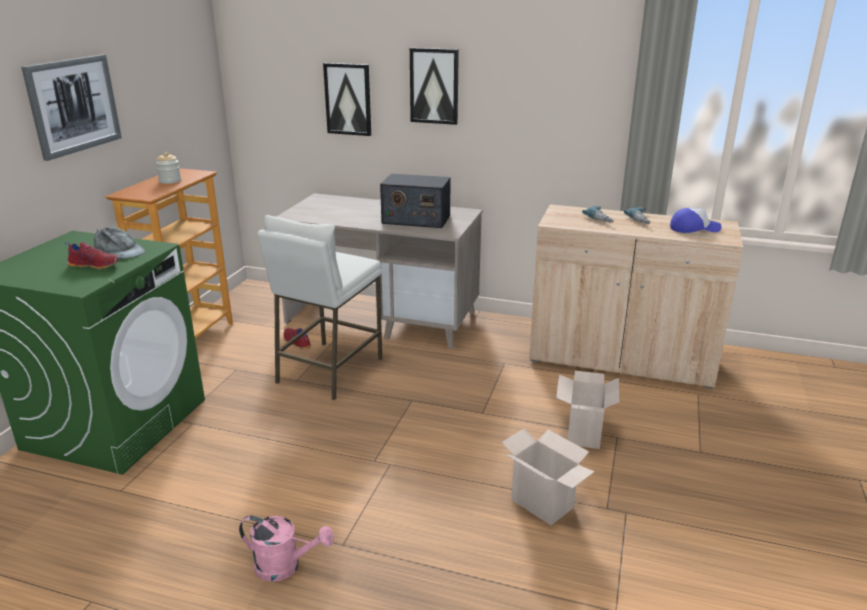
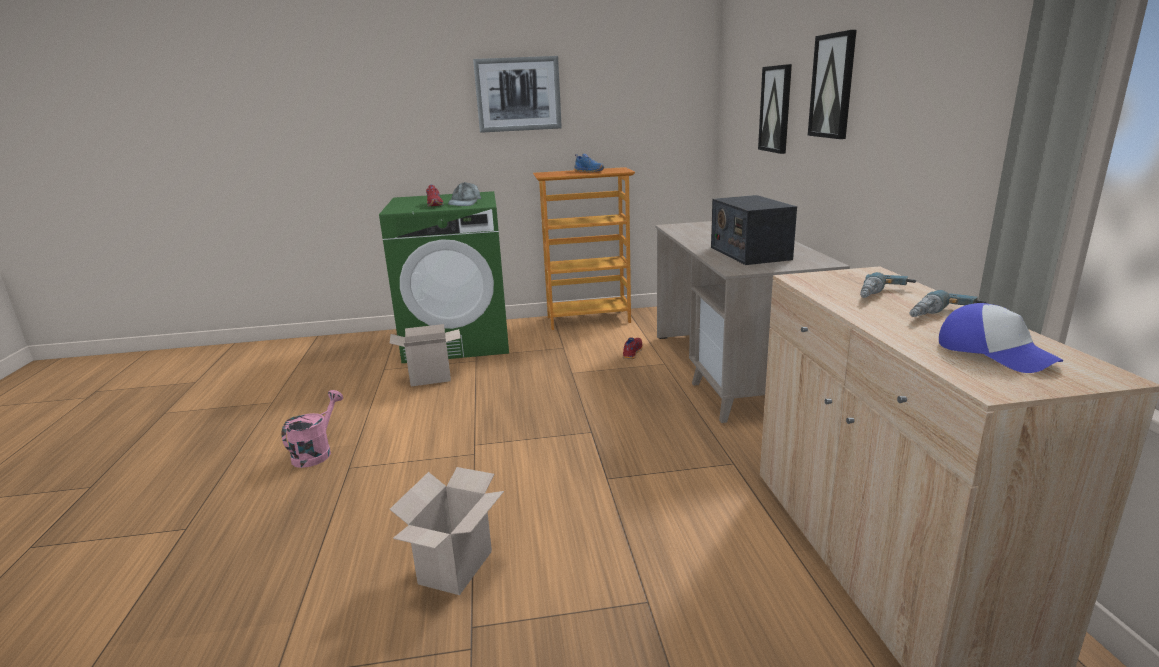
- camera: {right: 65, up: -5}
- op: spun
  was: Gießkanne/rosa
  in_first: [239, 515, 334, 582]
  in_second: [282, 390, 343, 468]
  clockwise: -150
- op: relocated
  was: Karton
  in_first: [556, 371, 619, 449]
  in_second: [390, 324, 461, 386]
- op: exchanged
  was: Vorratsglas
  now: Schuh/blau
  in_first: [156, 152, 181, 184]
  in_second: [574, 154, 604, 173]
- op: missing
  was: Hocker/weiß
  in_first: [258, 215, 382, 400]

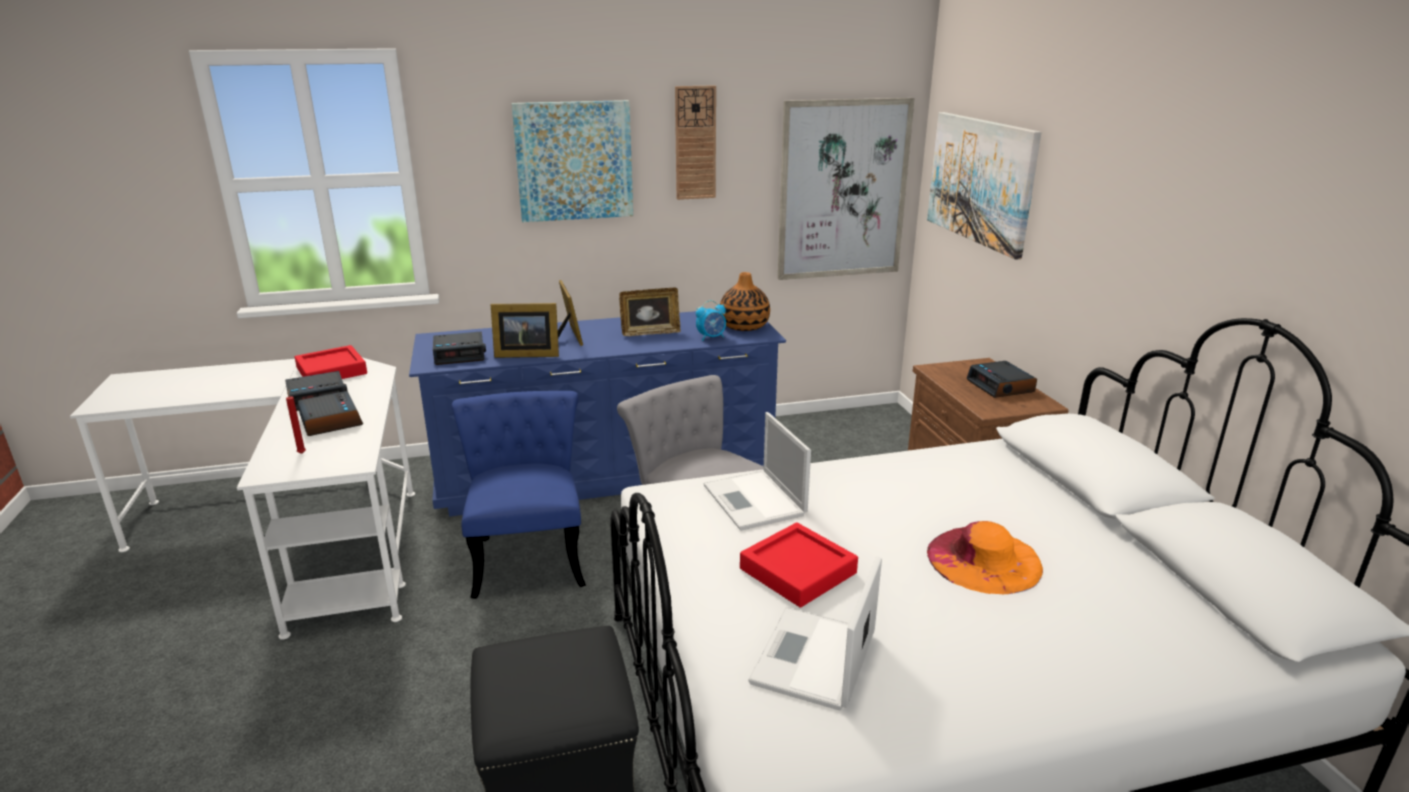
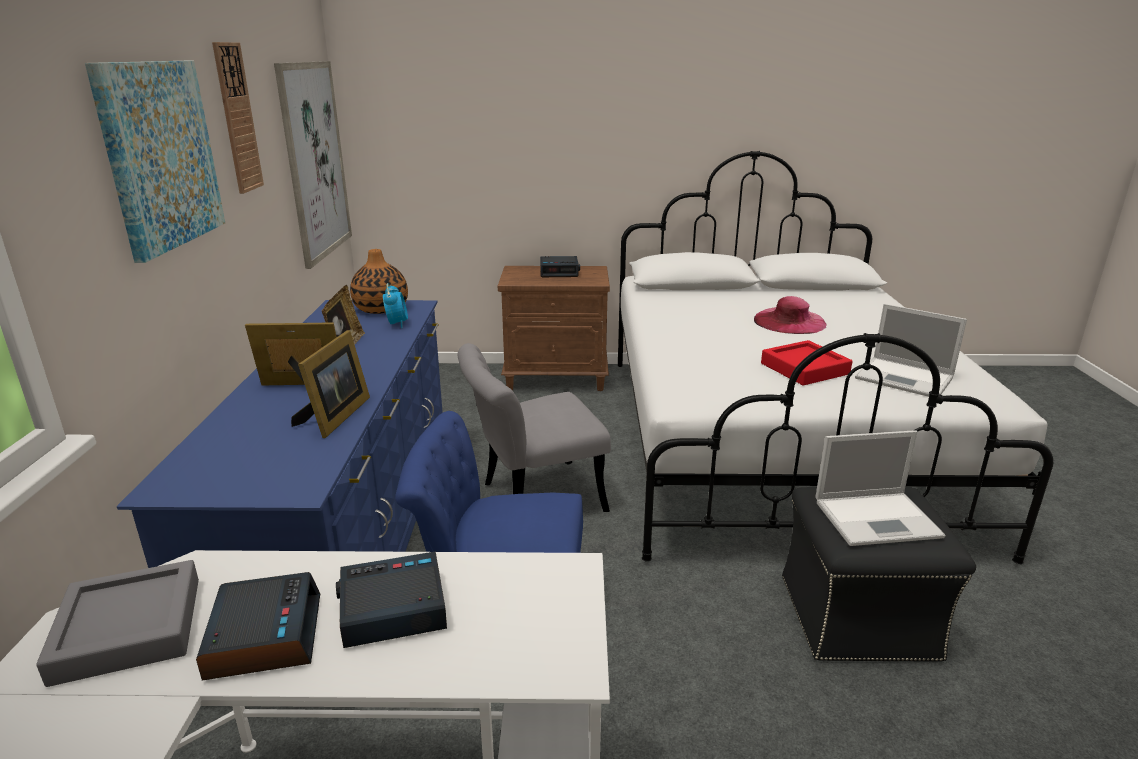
- camera: {right: -75, up: 0}
- op: colour
  was: Tablett/rot
  now: Tablett/grau
  in_first: [295, 345, 367, 379]
  in_second: [36, 560, 199, 687]
- op: colour
  was: Hut/orange
  now: Hut/rosa
  in_first: [927, 521, 1043, 594]
  in_second: [754, 296, 827, 334]
- op: relocated
  was: Laptop
  in_first: [704, 412, 811, 531]
  in_second: [815, 430, 946, 546]
- op: missing
  was: Kerze/rot
  in_first: [286, 389, 306, 454]
- op: missing
  was: Wecker
  in_first: [433, 331, 486, 365]
- op: missing
  was: Bild
  in_first: [927, 112, 1041, 260]

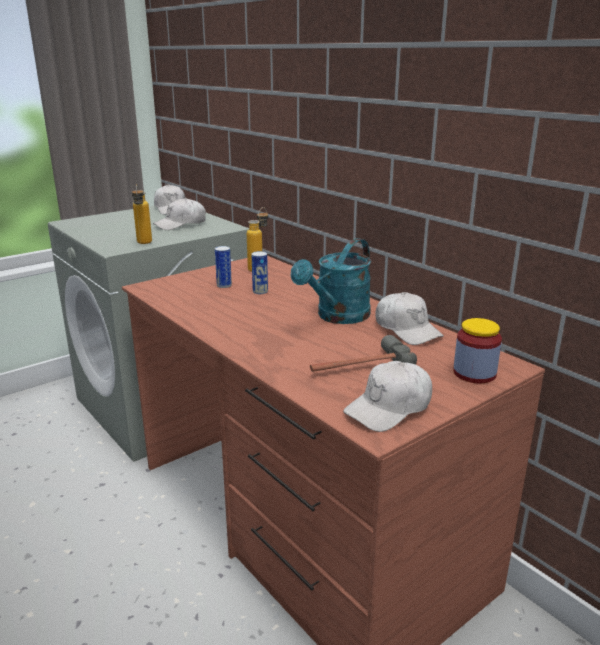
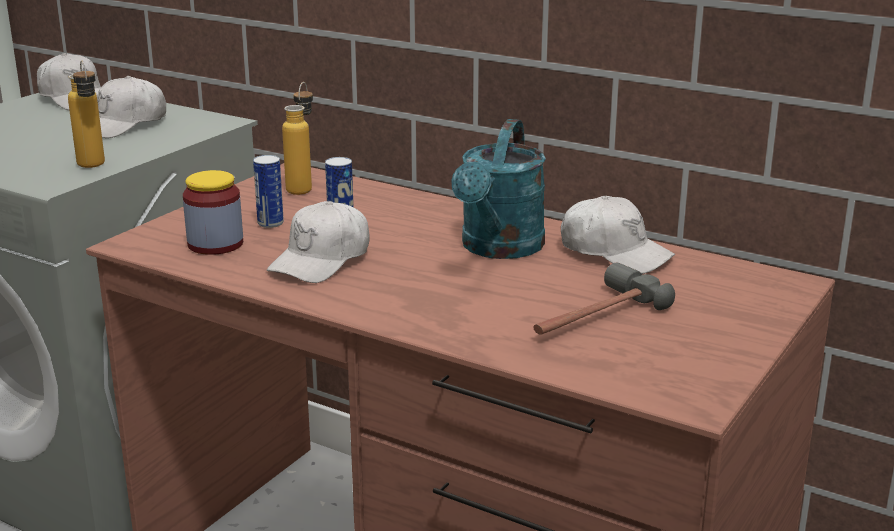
- camera: {right: -20, up: 0}
- op: relocated
  was: Vorratsglas
  in_first: [453, 318, 502, 384]
  in_second: [183, 170, 243, 255]
- op: relocated
  was: Kappe/weiß
  in_first: [343, 361, 432, 432]
  in_second: [267, 201, 370, 283]

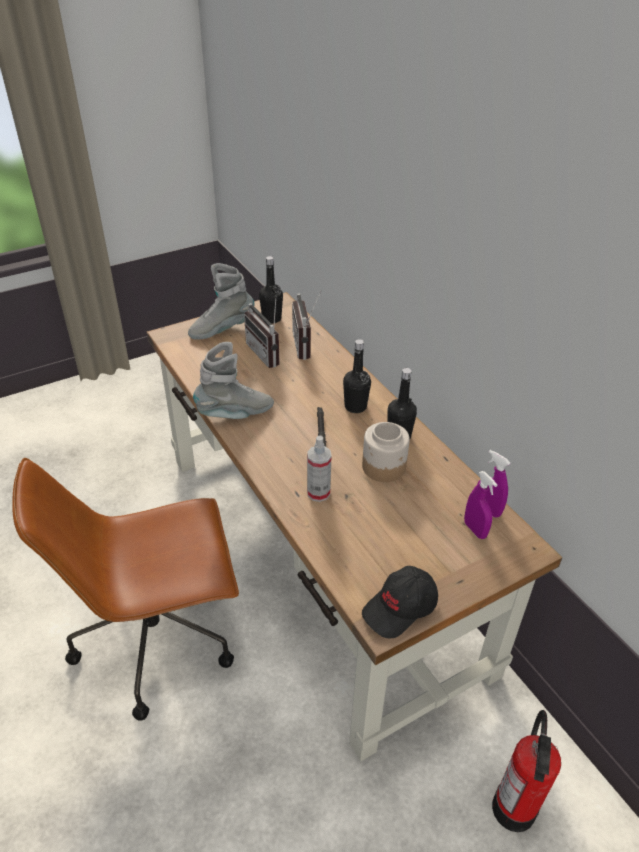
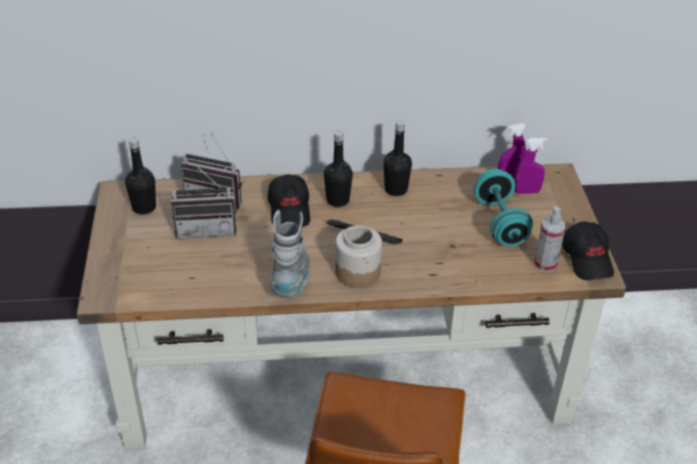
- camera: {right: -65, up: 0}
- op: appeared
  now: Kappe/schwarz
  in_second: [267, 174, 310, 227]
- op: relocated
  was: Vorratsglas
  in_first: [362, 422, 410, 482]
  in_second: [335, 226, 382, 288]
- op: appeared
  now: Hantel/türkis
  in_second: [474, 169, 533, 247]
- op: relocated
  was: Sprühflasche
  in_first: [307, 435, 332, 502]
  in_second: [534, 206, 566, 272]
- op: missing
  was: Stiefel/grau
  in_first: [188, 263, 254, 340]
- op: missing
  was: Feuerlöscher
  in_first: [492, 710, 561, 832]

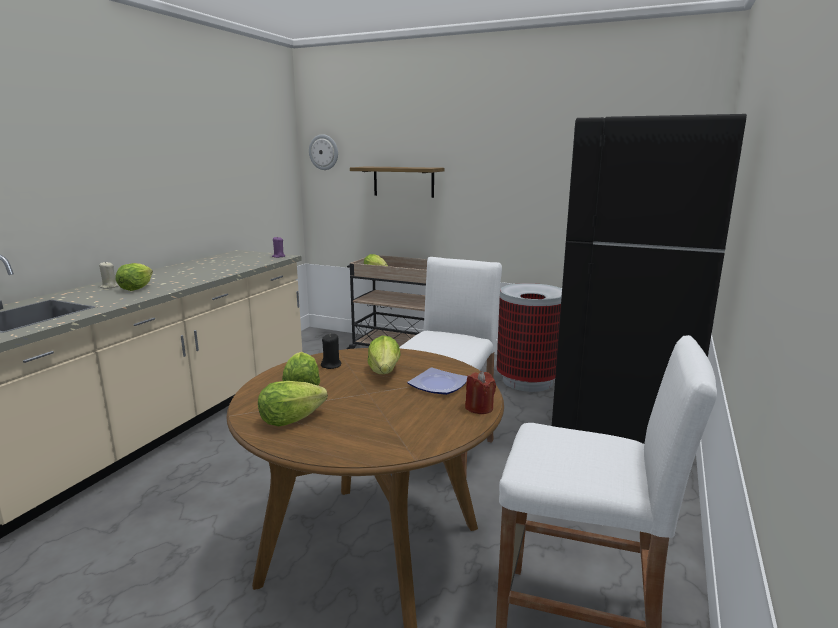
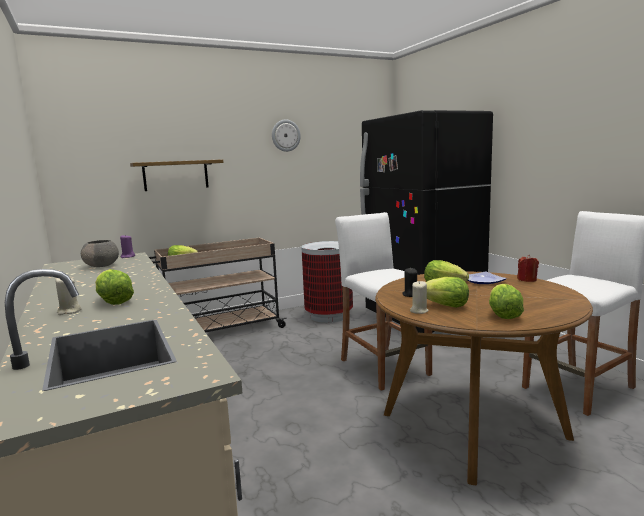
- camera: {right: -50, up: -5}
- op: appeared
  now: Schüssel/grau
  in_second: [81, 240, 119, 267]
- op: relocated
  was: Wanduhr
  in_first: [309, 134, 338, 170]
  in_second: [272, 119, 301, 152]
- op: appeared
  now: Kerze/beige
  in_second: [410, 281, 429, 314]

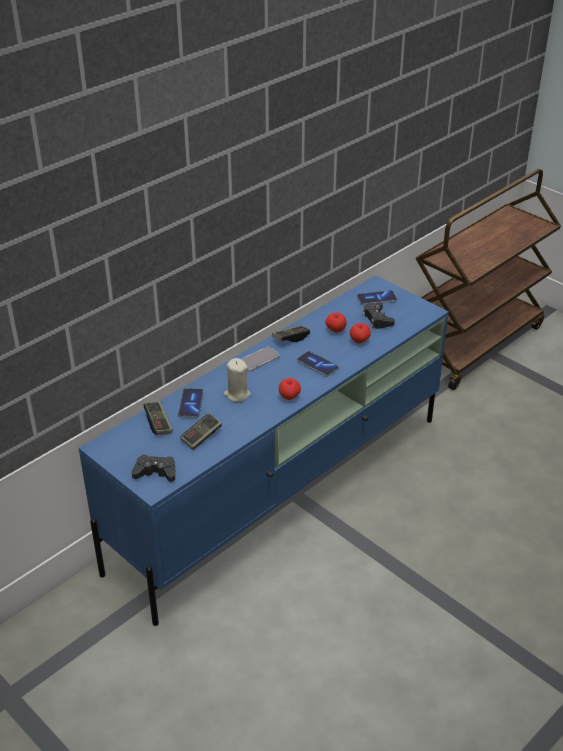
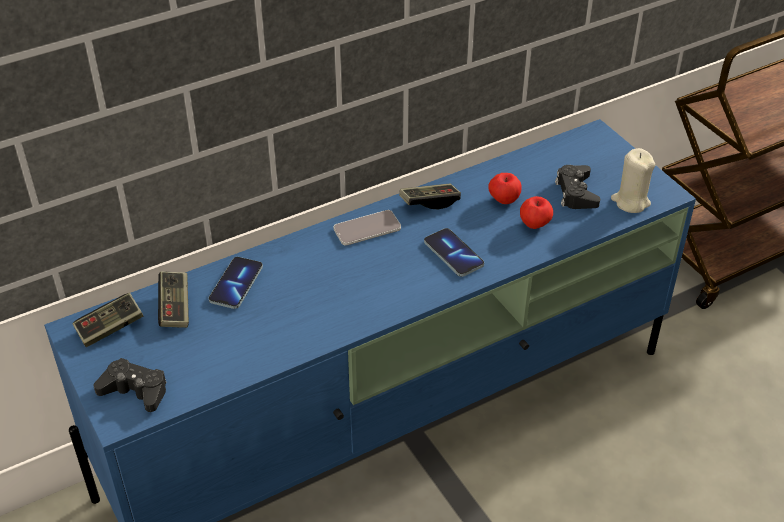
- camera: {right: 15, up: 5}
- op: relocated
  was: Gamepad
  in_first: [180, 413, 222, 450]
  in_second: [73, 293, 143, 347]
- op: relocated
  was: Kerze/beige
  in_first: [224, 358, 251, 402]
  in_second: [611, 148, 655, 213]
- op: missing
  was: Apfel
  in_first: [279, 378, 301, 400]
- op: missing
  was: Handy
  in_first: [357, 290, 397, 305]

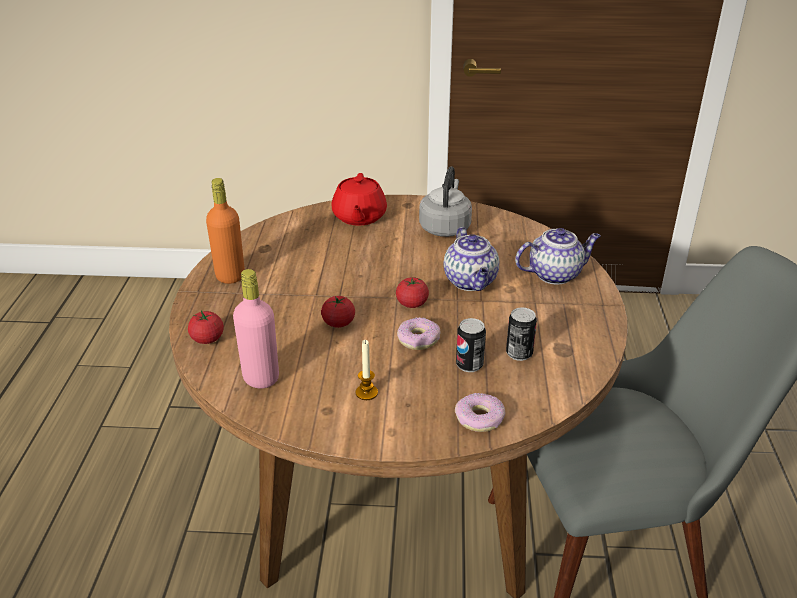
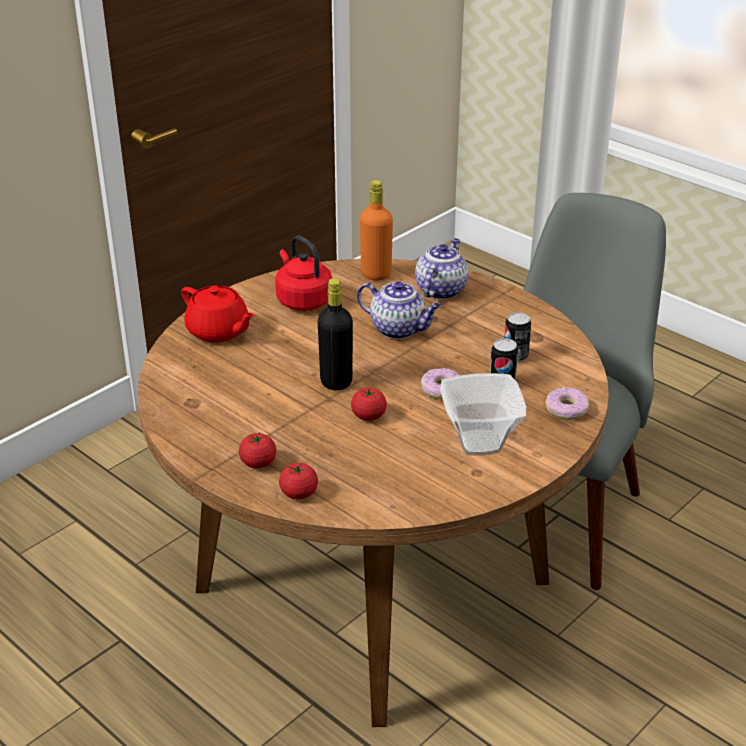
- camera: {right: -50, up: 0}
- op: relocated
  was: Tomate
  in_first: [396, 277, 429, 308]
  in_second: [239, 432, 277, 468]
- op: colour
  was: Wasserkessel/grau
  now: Wasserkessel/rot
  in_first: [419, 166, 472, 237]
  in_second: [275, 236, 332, 311]
- op: appeared
  now: Flasche/schwarz
  in_second: [318, 278, 353, 390]
- op: relocated
  was: Flasche/orange
  in_first: [206, 178, 245, 284]
  in_second: [360, 180, 393, 280]
- op: exchanged
  was: Kerze
  now: Schüssel
  in_first: [356, 340, 378, 400]
  in_second: [440, 373, 526, 456]
- op: missing
  was: Flasche/rosa
  in_first: [233, 269, 279, 389]

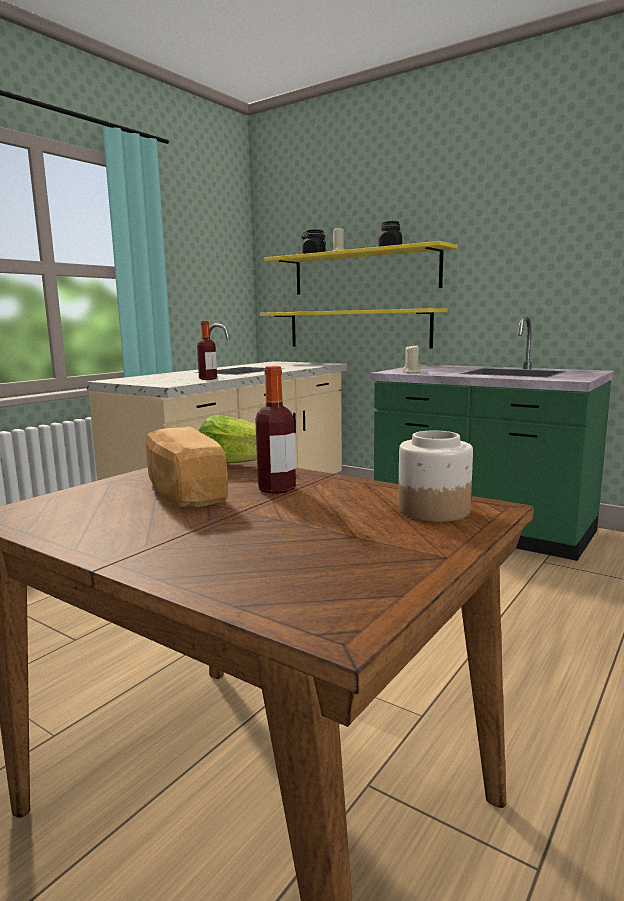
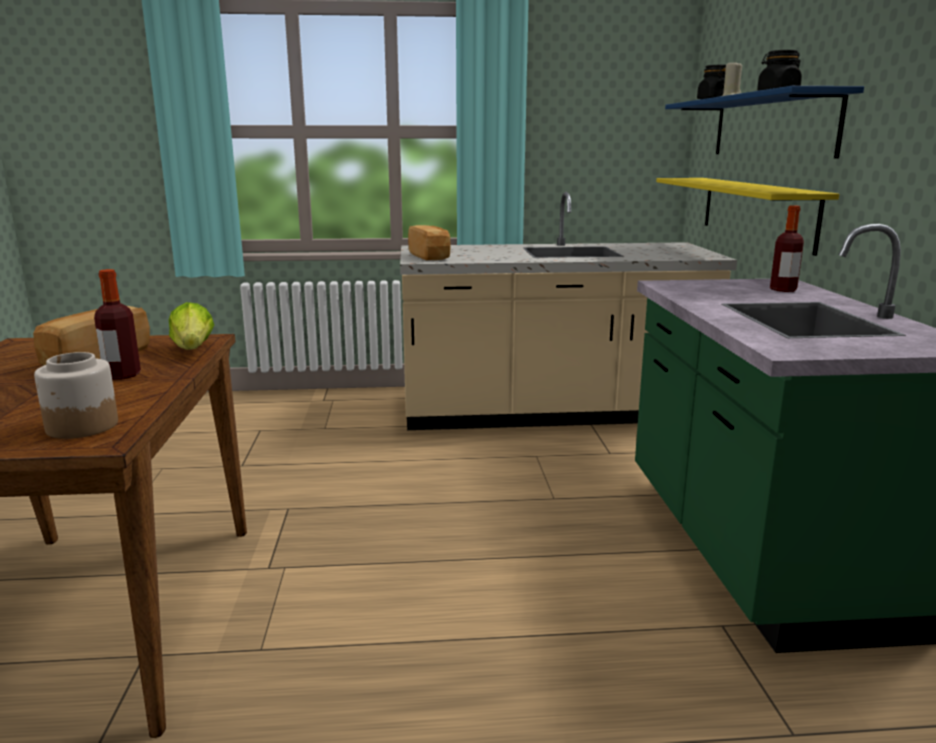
- camera: {right: 50, up: 5}
- op: appeared
  now: Brot
  in_second: [408, 225, 451, 260]
- op: colour
  was: Wandregal/gelb
  now: Wandregal/blau
  in_first: [264, 241, 458, 295]
  in_second: [665, 86, 864, 159]
- op: relocated
  was: Flasche
  in_first: [197, 321, 217, 380]
  in_second: [770, 205, 804, 292]
- op: missing
  was: Kerze/beige
  in_first: [403, 344, 421, 373]

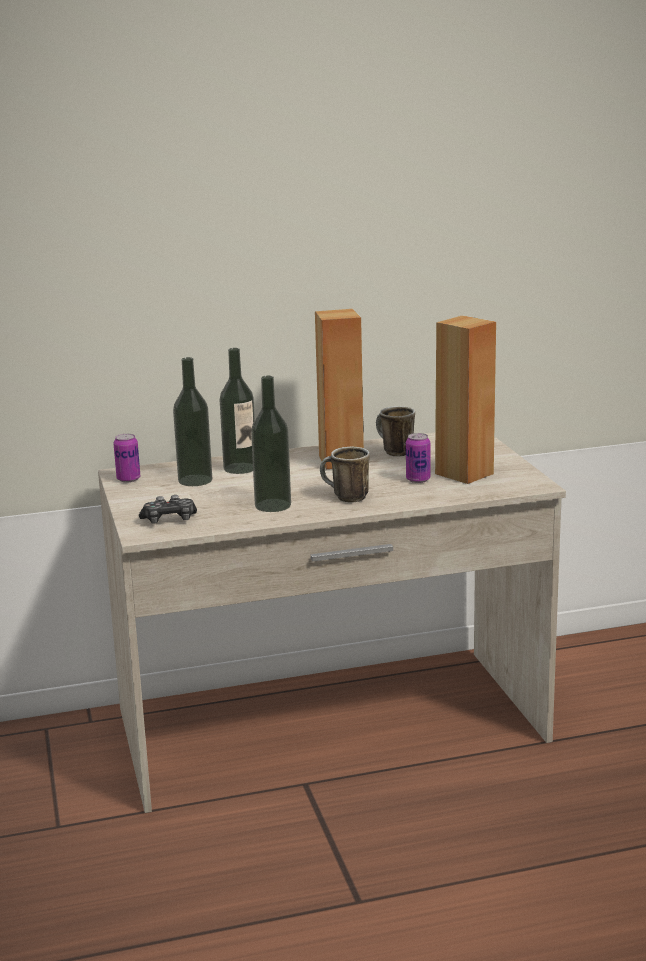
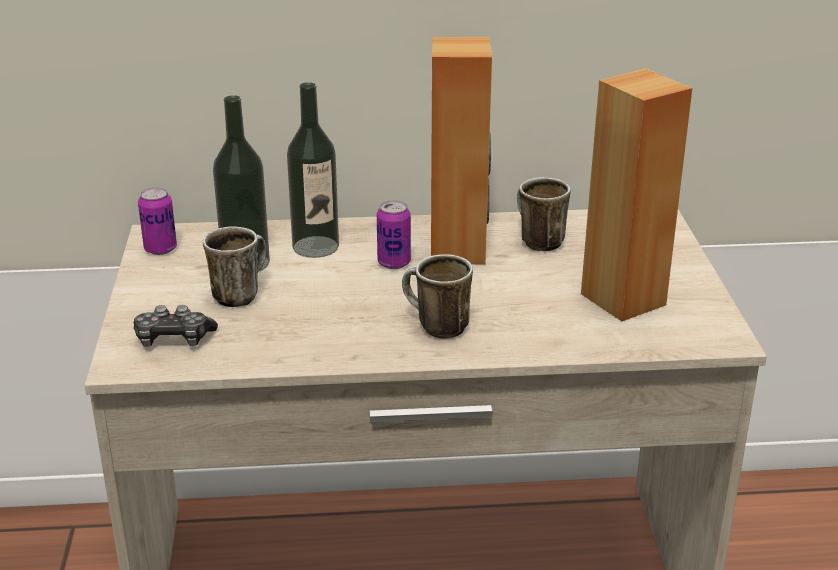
- camera: {right: 10, up: 10}
- op: appeared
  now: Henkelbecher
  in_second: [203, 227, 267, 307]
- op: relocated
  was: Dose
  in_first: [406, 433, 430, 483]
  in_second: [377, 200, 411, 269]
- op: missing
  was: Flasche
  in_first: [251, 376, 291, 512]

